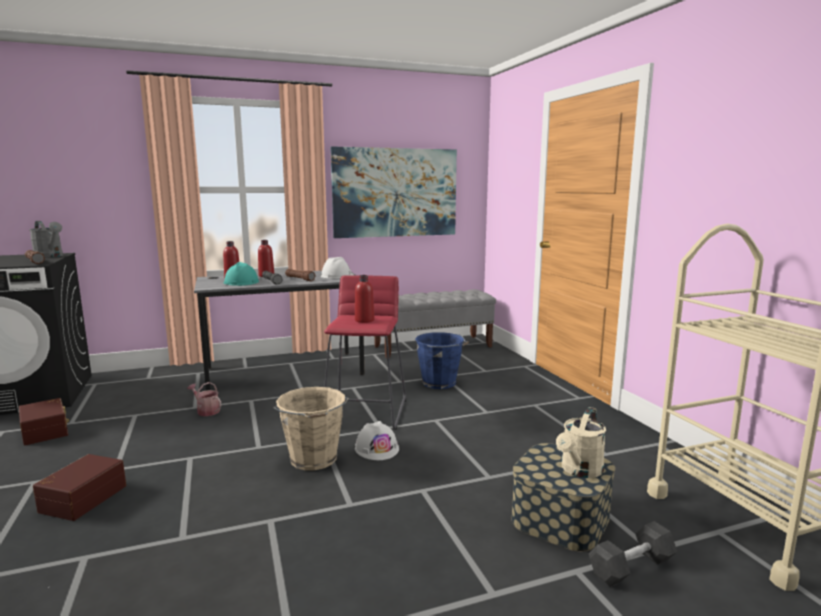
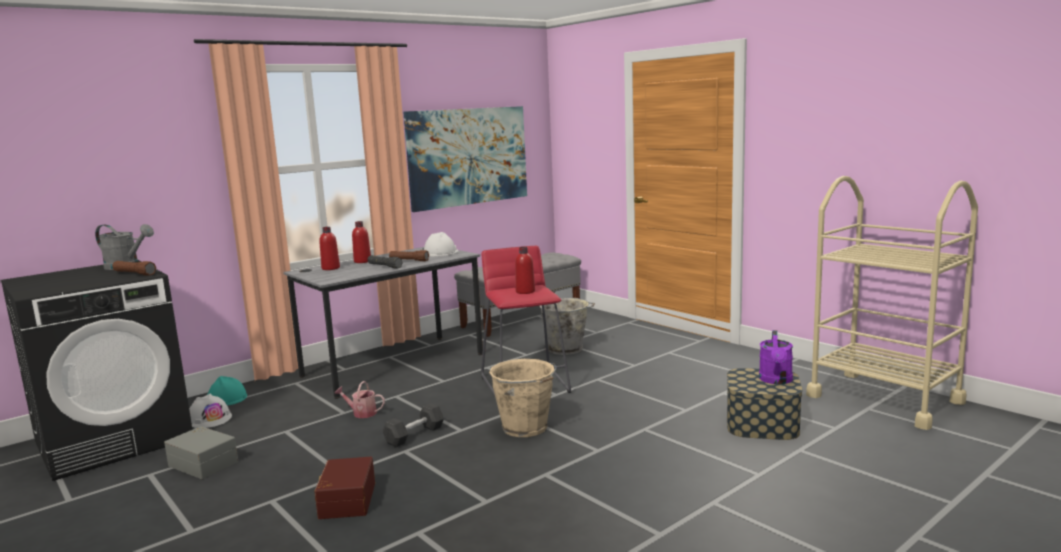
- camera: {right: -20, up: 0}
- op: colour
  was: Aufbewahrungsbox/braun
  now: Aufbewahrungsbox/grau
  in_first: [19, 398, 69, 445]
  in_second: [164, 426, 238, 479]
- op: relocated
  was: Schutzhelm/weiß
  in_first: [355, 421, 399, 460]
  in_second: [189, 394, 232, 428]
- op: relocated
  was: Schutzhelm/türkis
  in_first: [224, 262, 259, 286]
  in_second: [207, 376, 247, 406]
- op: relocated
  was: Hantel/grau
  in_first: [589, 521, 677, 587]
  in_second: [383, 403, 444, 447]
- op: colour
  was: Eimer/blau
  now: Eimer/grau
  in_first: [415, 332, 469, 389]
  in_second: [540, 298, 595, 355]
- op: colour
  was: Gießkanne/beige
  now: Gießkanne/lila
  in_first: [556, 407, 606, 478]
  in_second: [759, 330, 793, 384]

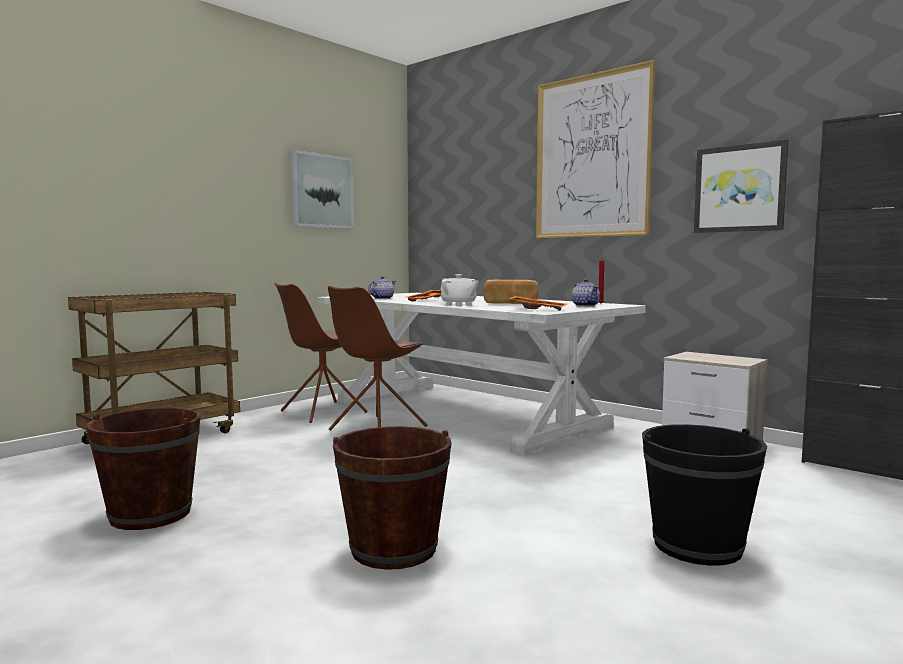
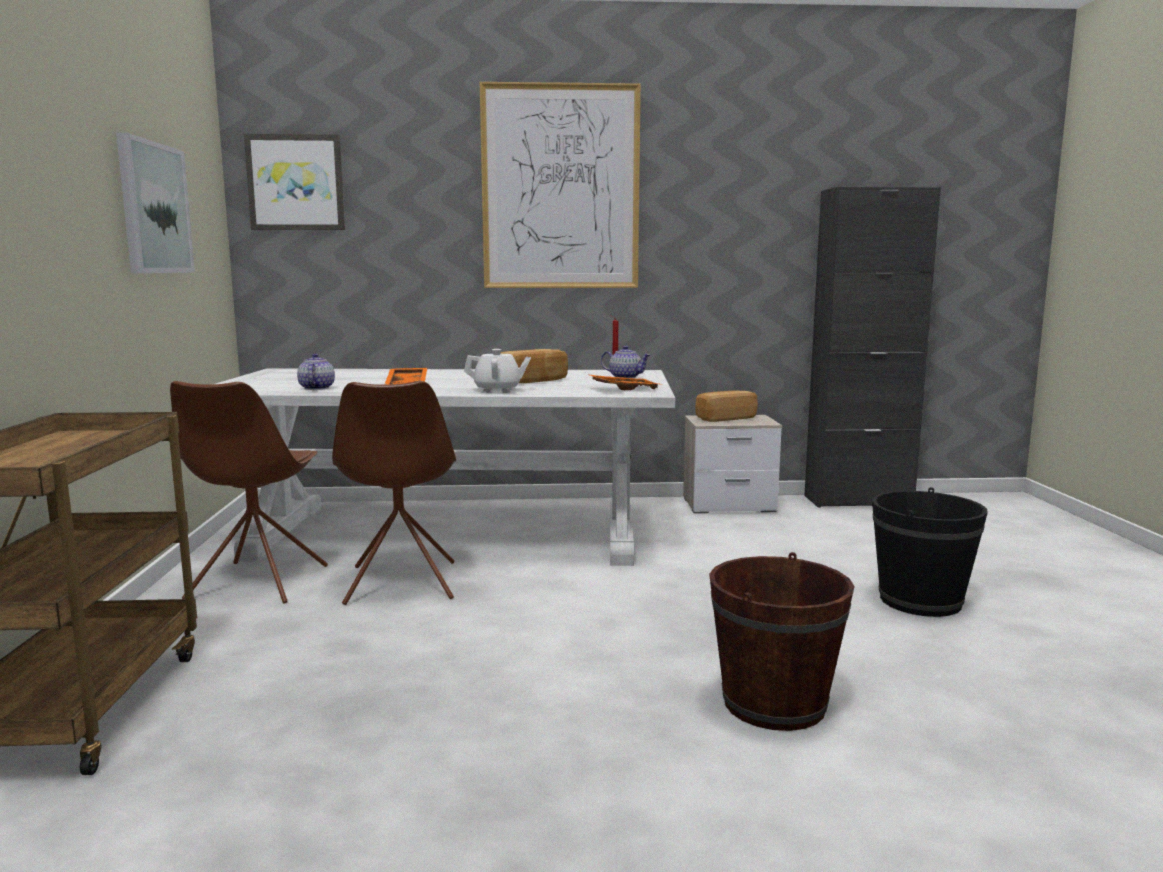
- camera: {right: -45, up: 5}
- op: relocated
  was: Bild
  in_first: [694, 139, 789, 233]
  in_second: [244, 134, 345, 230]
- op: appeared
  now: Brot
  in_second: [695, 391, 758, 422]
- op: missing
  was: Eimer/braun
  in_first: [86, 408, 201, 530]

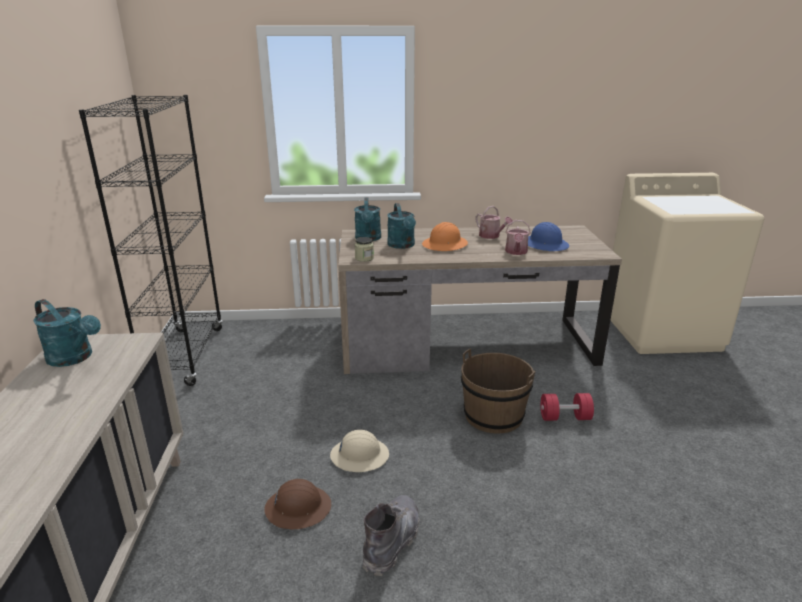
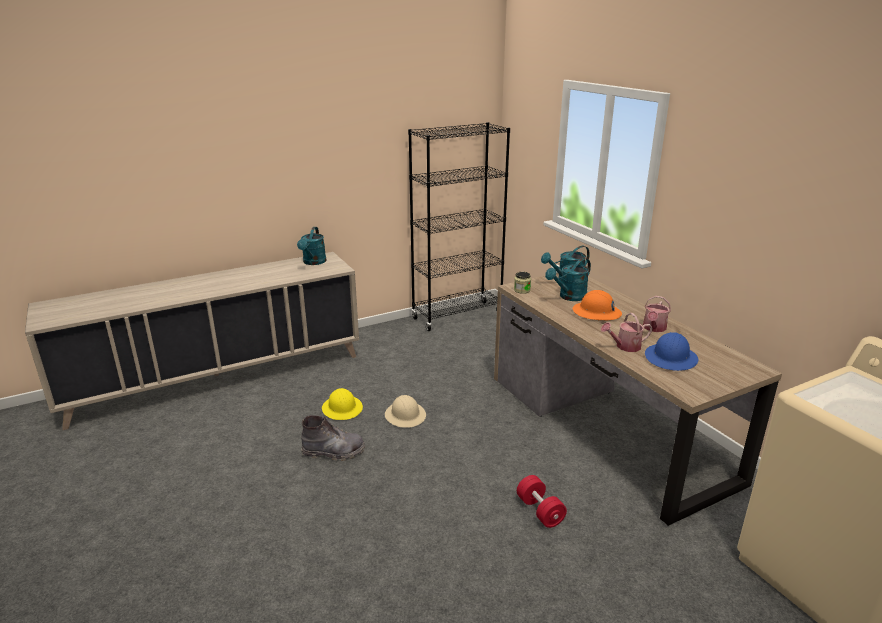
- camera: {right: 65, up: 0}
- op: colour
  was: Schutzhelm/braun
  now: Schutzhelm/gelb
  in_first: [264, 479, 331, 529]
  in_second: [322, 388, 363, 420]
- op: missing
  was: Eimer/braun
  in_first: [461, 349, 536, 433]

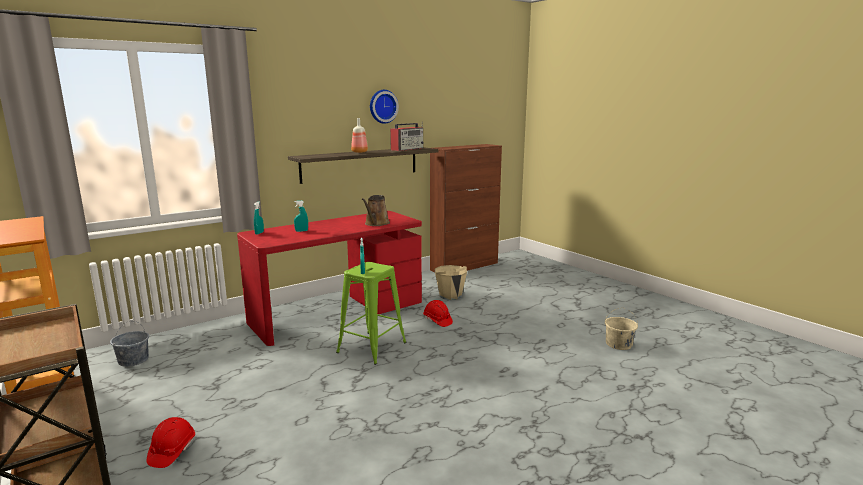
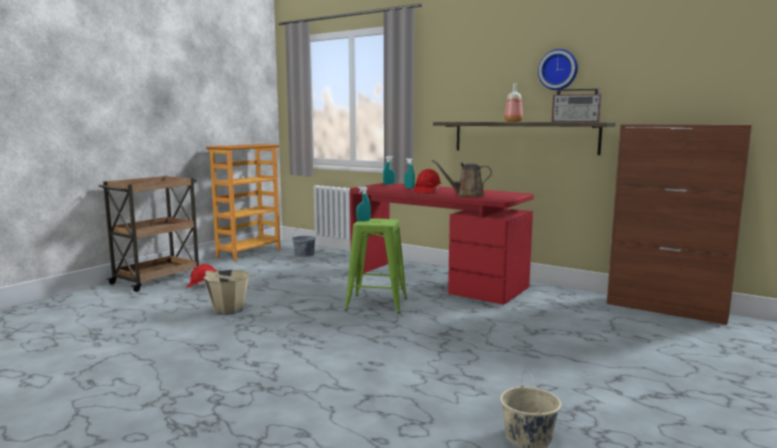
- camera: {right: 70, up: -5}
- op: relocated
  was: Eimer/beige
  in_first: [435, 265, 467, 300]
  in_second: [204, 270, 249, 315]
- op: relocated
  was: Schutzhelm/rot
  in_first: [423, 300, 453, 327]
  in_second: [414, 169, 441, 193]

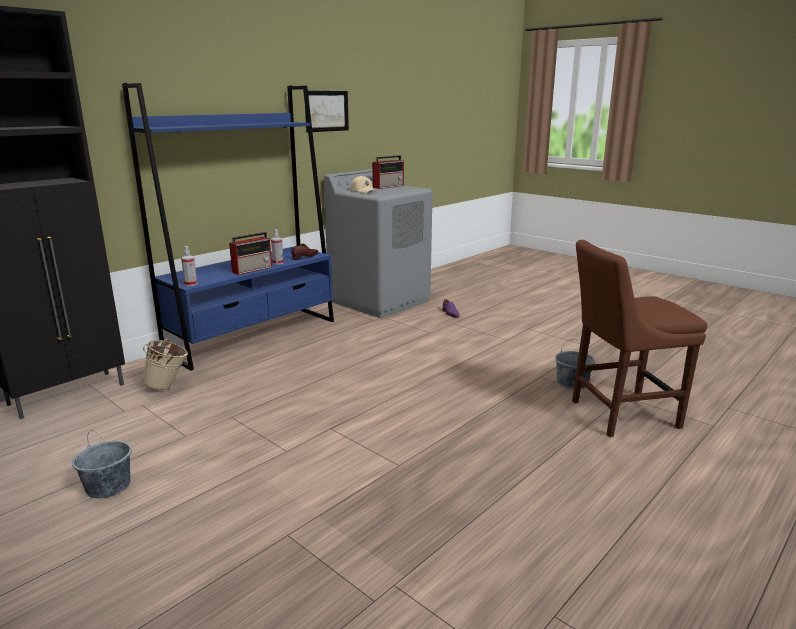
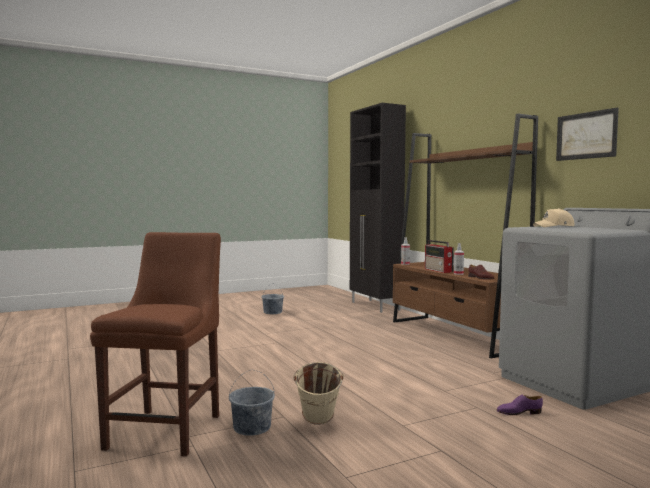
- camera: {right: 110, up: -15}
- op: relocated
  was: Eimer/beige
  in_first: [142, 339, 188, 390]
  in_second: [293, 362, 344, 425]
- op: colour
  was: Bücherregal/blau
  now: Bücherregal/braun
  in_first: [122, 83, 334, 371]
  in_second: [393, 114, 538, 358]
- op: missing
  was: Radio
  in_first: [372, 155, 404, 189]

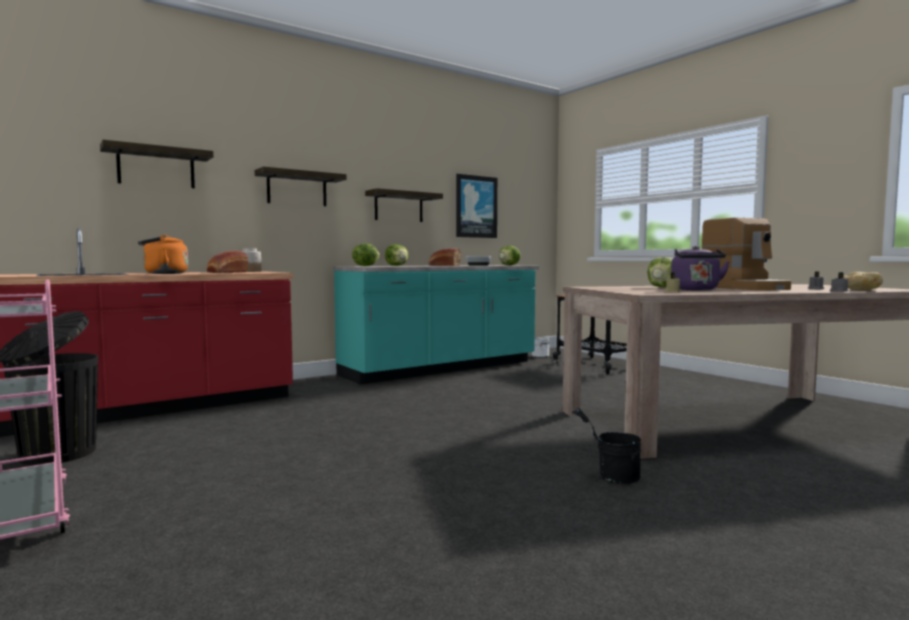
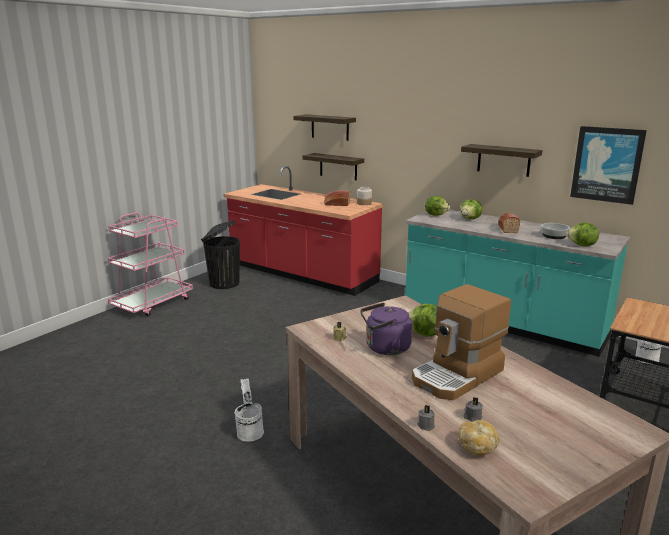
- camera: {right: 70, up: 15}
- op: colour
  was: Eimer/schwarz
  now: Eimer/weiß
  in_first: [574, 408, 641, 484]
  in_second: [234, 379, 264, 441]
- op: relocated
  was: Wandregal
  in_first: [255, 166, 347, 206]
  in_second: [302, 153, 364, 181]
- op: missing
  was: Wasserkessel/orange
  in_first: [138, 235, 188, 274]

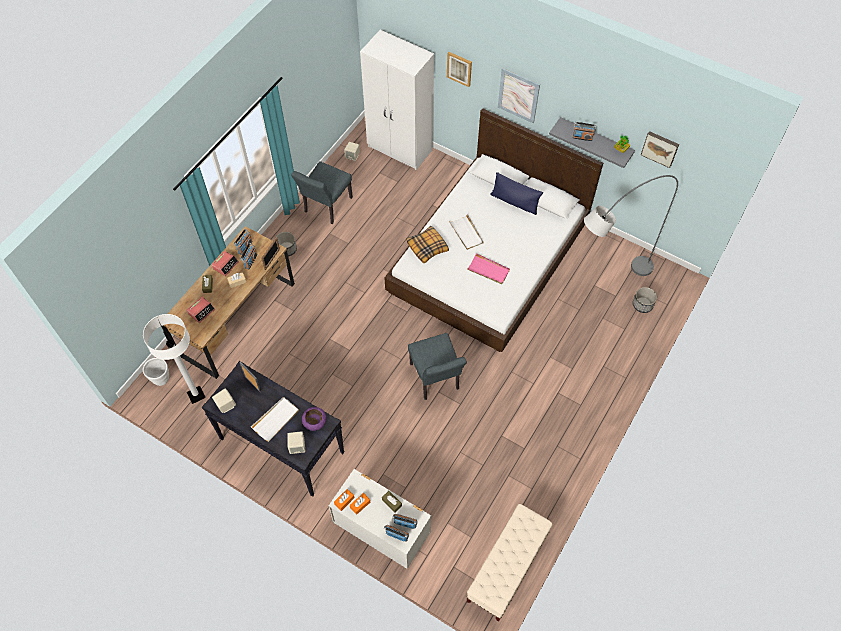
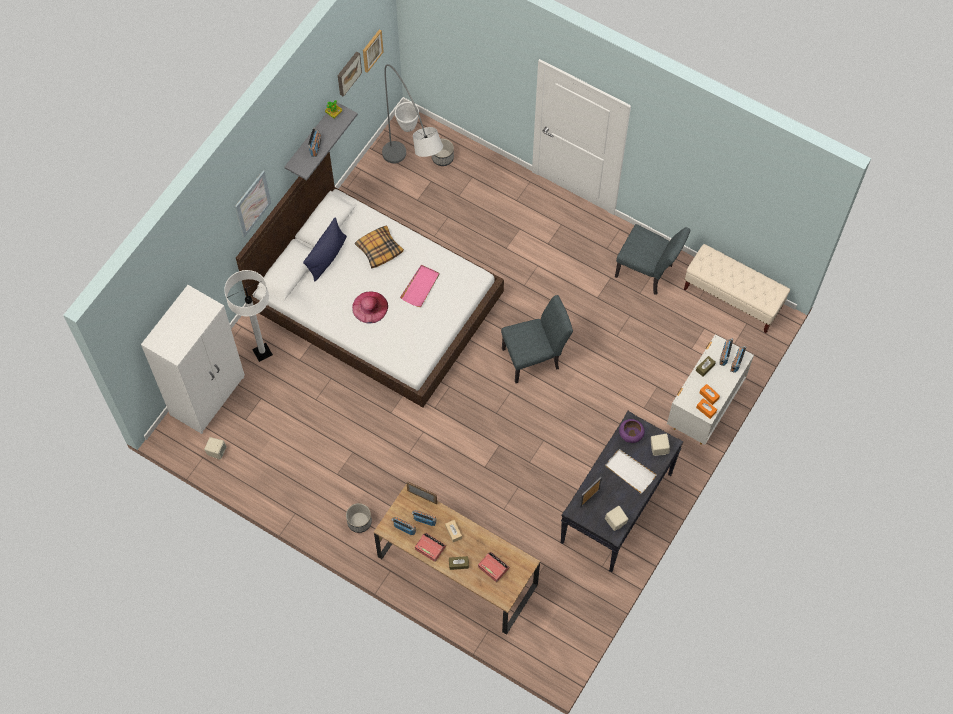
- camera: {right: -90, up: 5}
- op: relocated
  was: Stehlampe/weiß
  in_first: [143, 314, 206, 404]
  in_second: [224, 270, 273, 362]
- op: exchanged
  was: Tablett/weiß
  now: Hut/rosa
  in_first: [450, 214, 484, 250]
  in_second: [352, 291, 388, 324]
- op: relocated
  was: Kissen
  in_first: [406, 226, 449, 264]
  in_second: [355, 225, 404, 268]
- op: relocated
  was: Bild
  in_first: [447, 52, 472, 87]
  in_second: [363, 29, 384, 73]
- op: relocated
  was: Pflanzkübel/weiß
  in_first: [143, 358, 169, 386]
  in_second: [395, 102, 419, 132]
- op: relocated
  was: Stuhl/grau
  in_first: [291, 161, 353, 224]
  in_second: [615, 224, 691, 295]

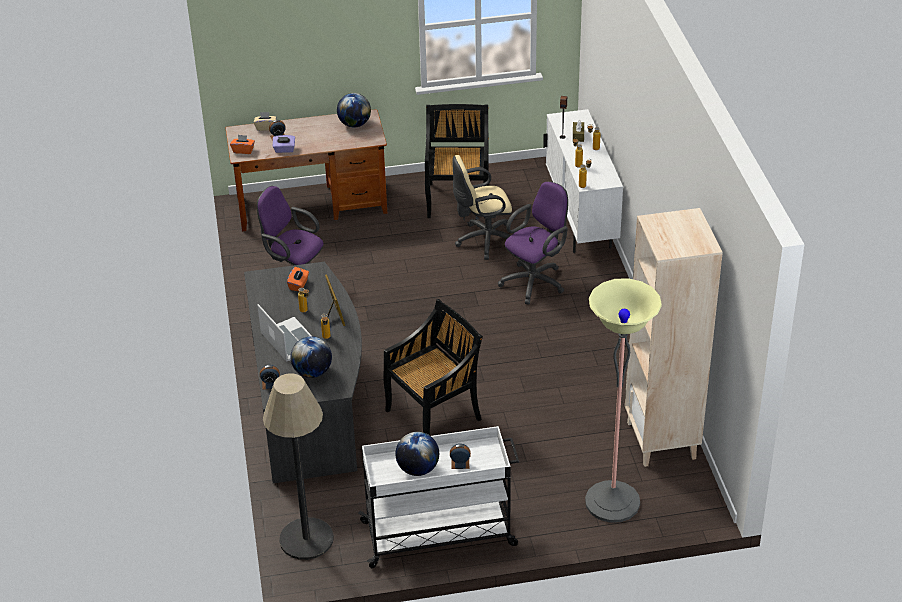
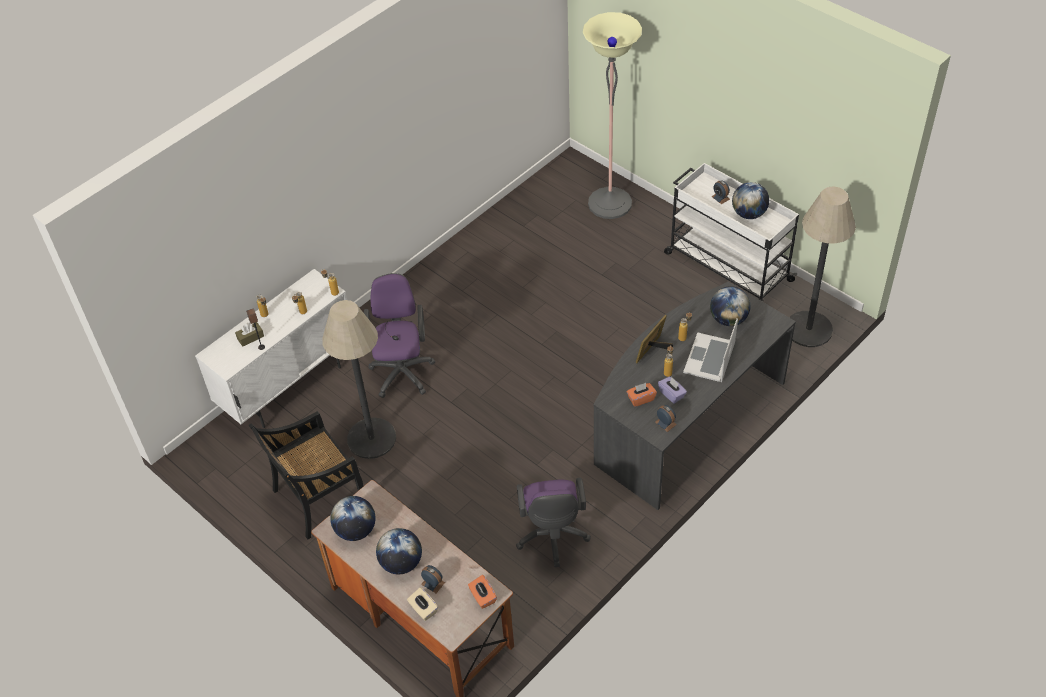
- camera: {right: -125, up: 10}
- op: exchanged
  was: Bürostuhl/beige
  now: Stehlampe
  in_first: [452, 155, 512, 260]
  in_second: [322, 300, 396, 459]
- op: spun
  was: Bürostuhl/lila
  in_first: [498, 181, 568, 305]
  in_second: [364, 273, 435, 398]
  clockwise: 75
- op: appeared
  now: Globus
  in_second: [376, 528, 422, 574]
- op: relocated
  was: Wecker
  in_first: [260, 365, 280, 390]
  in_second: [655, 405, 677, 432]
- op: relocated
  was: Taschentuchbox/lila
  in_first: [273, 135, 295, 153]
  in_second: [658, 377, 687, 404]
- op: missing
  was: Stuhl/schwarz
  in_first: [383, 299, 483, 435]
- op: missing
  was: Bücherregal/beige
  in_first: [625, 208, 723, 467]

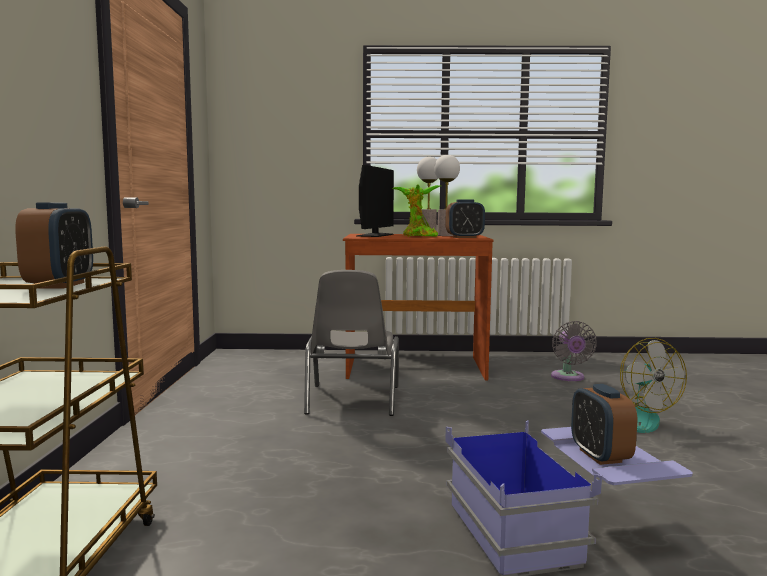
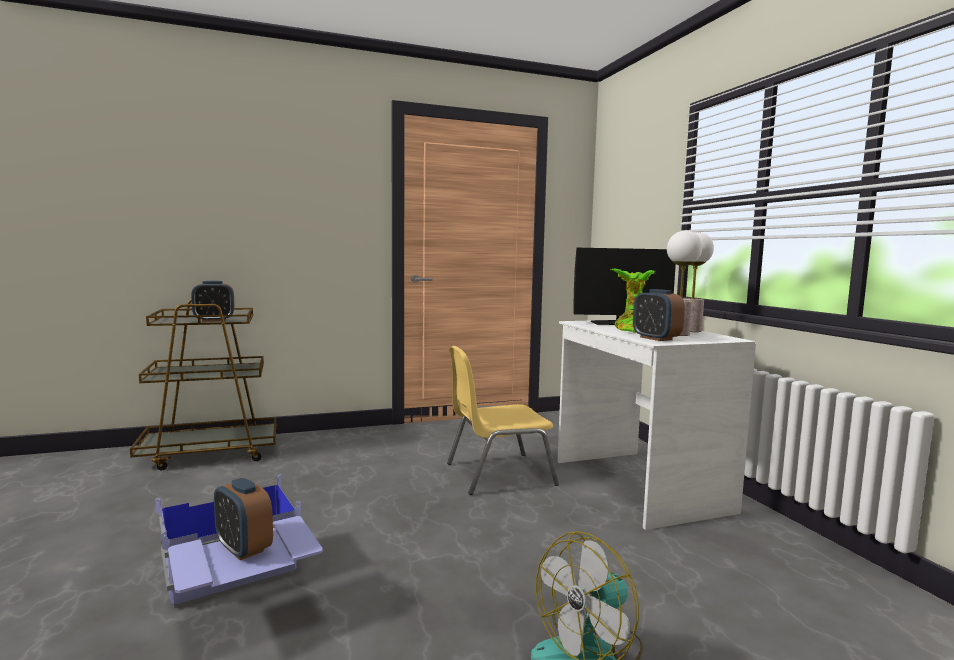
- camera: {right: 70, up: 0}
- op: spun
  was: Wecker
  in_first: [571, 384, 637, 465]
  in_second: [214, 478, 273, 560]
  clockwise: -105
- op: colour
  was: Stuhl/grau
  now: Stuhl/gelb
  in_first: [304, 270, 399, 416]
  in_second: [447, 346, 559, 495]
- op: colour
  was: Schreibtisch/braun
  now: Schreibtisch/weiß
  in_first: [343, 234, 494, 381]
  in_second: [558, 321, 756, 530]
- op: missing
  was: Ventilator/grau
  in_first: [551, 321, 597, 381]

